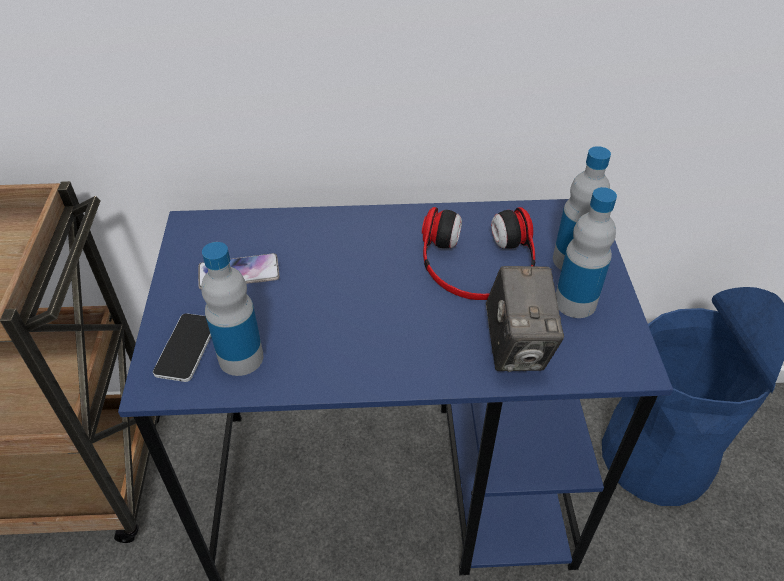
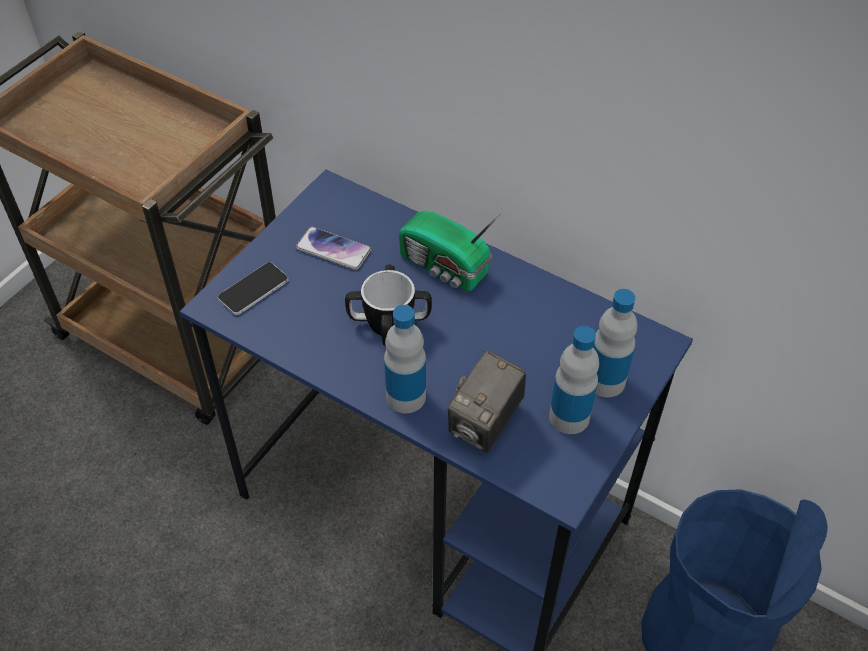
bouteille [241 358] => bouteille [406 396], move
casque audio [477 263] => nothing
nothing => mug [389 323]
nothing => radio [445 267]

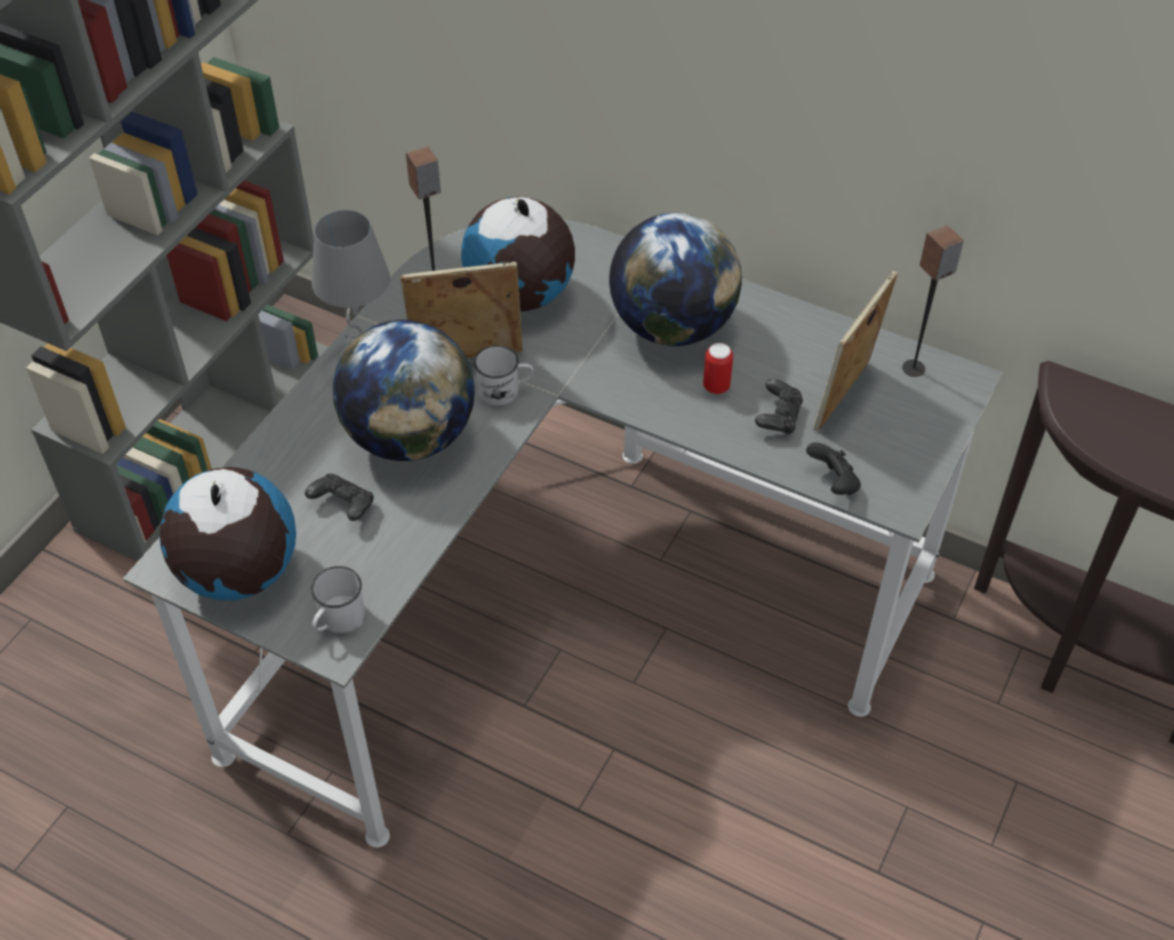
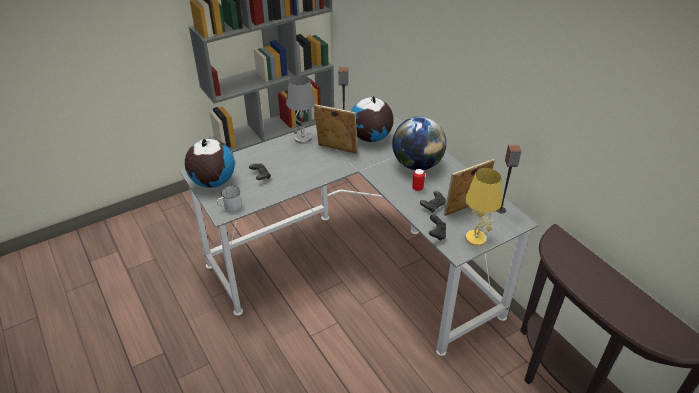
globe [410 436] => nothing
mug/blanc [505 391] => nothing
nothing => lampe de table/jaune [476 238]

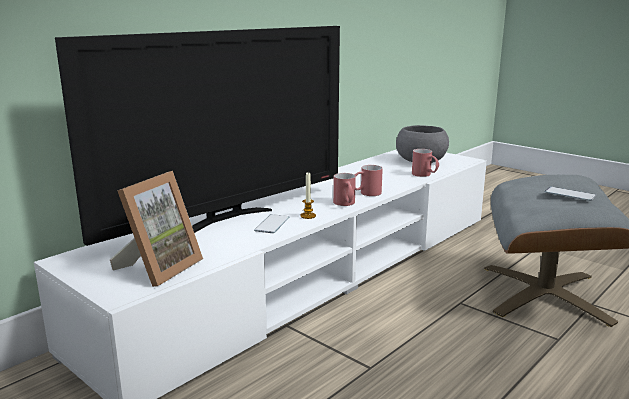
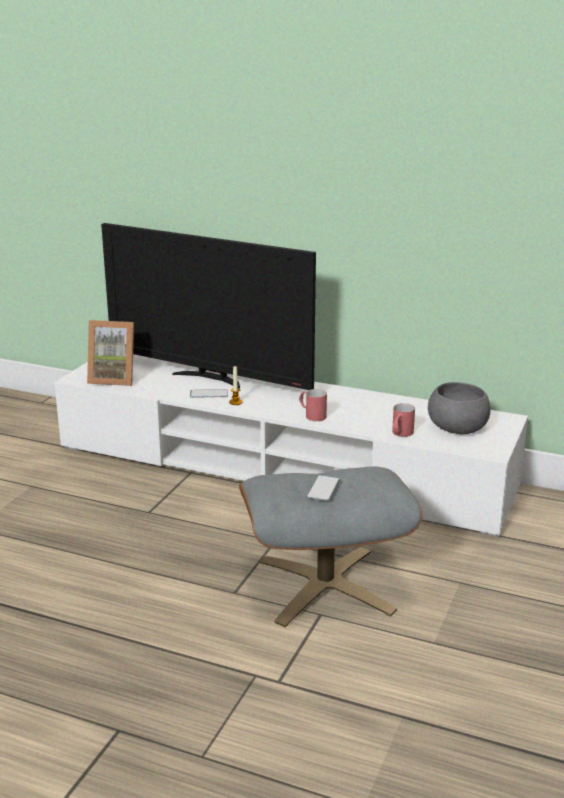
mug/rouge [345 204] => nothing

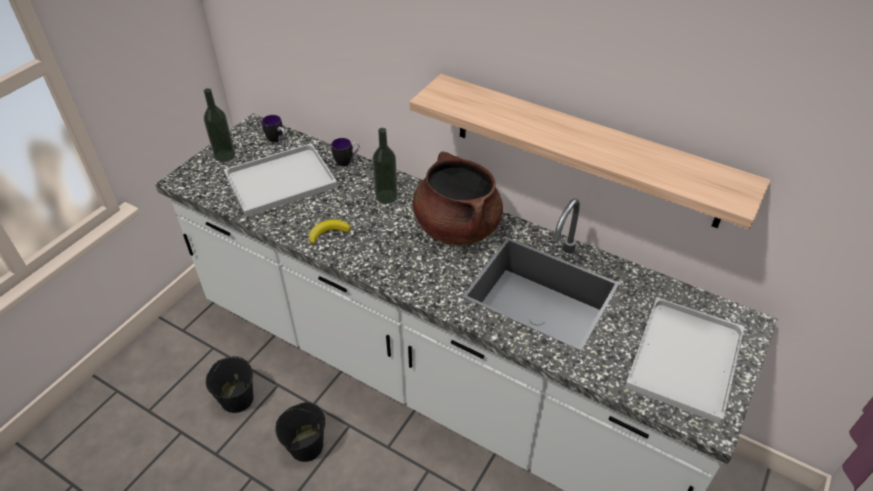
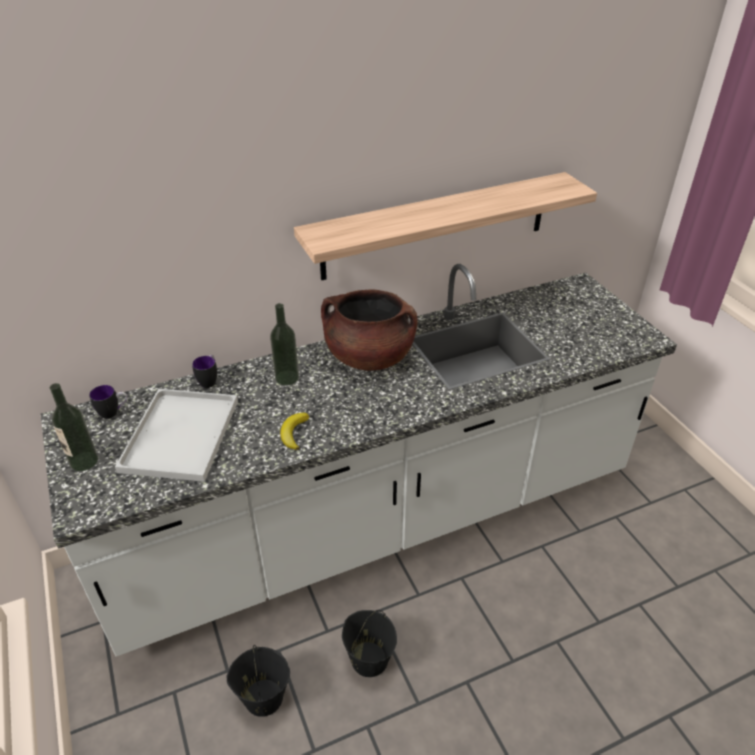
plateau/blanc [684 356] => nothing

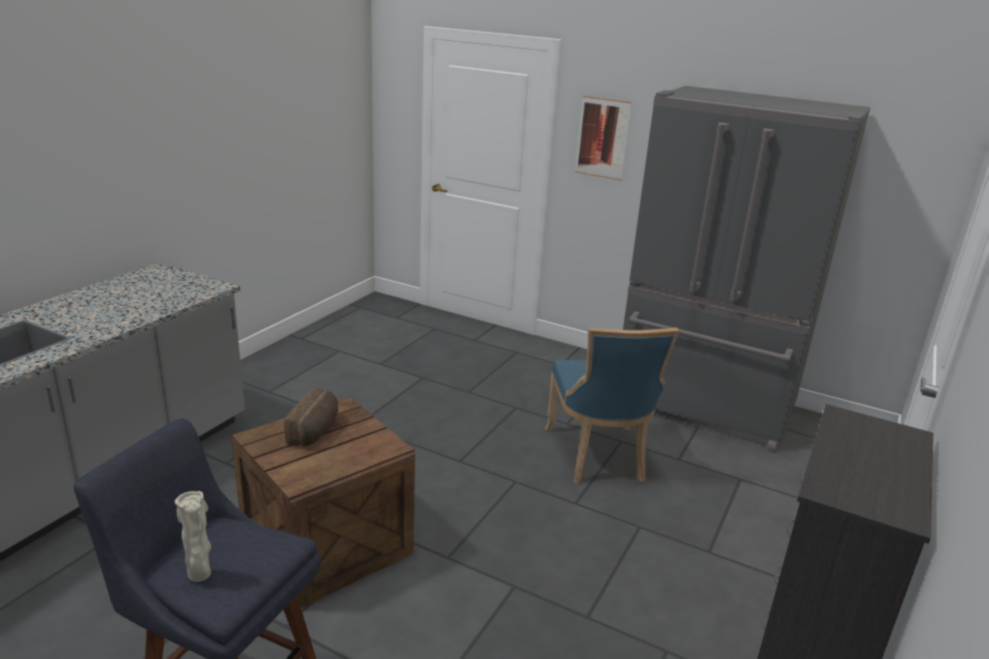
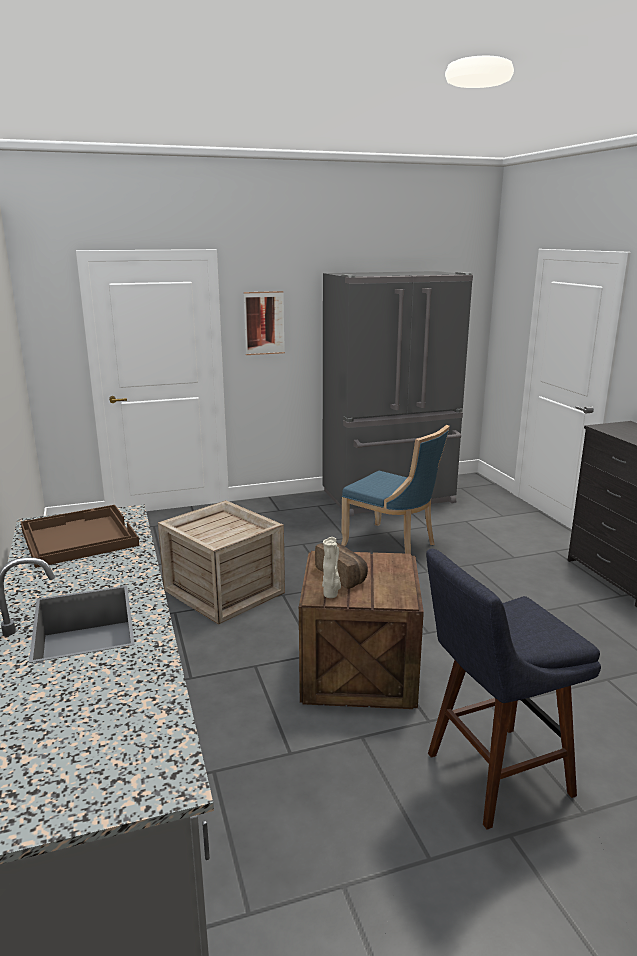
vase/beige [200 575] => vase/beige [331 595], move
nothing => plateau/marron [77 537]
nothing => caisse [223 590]

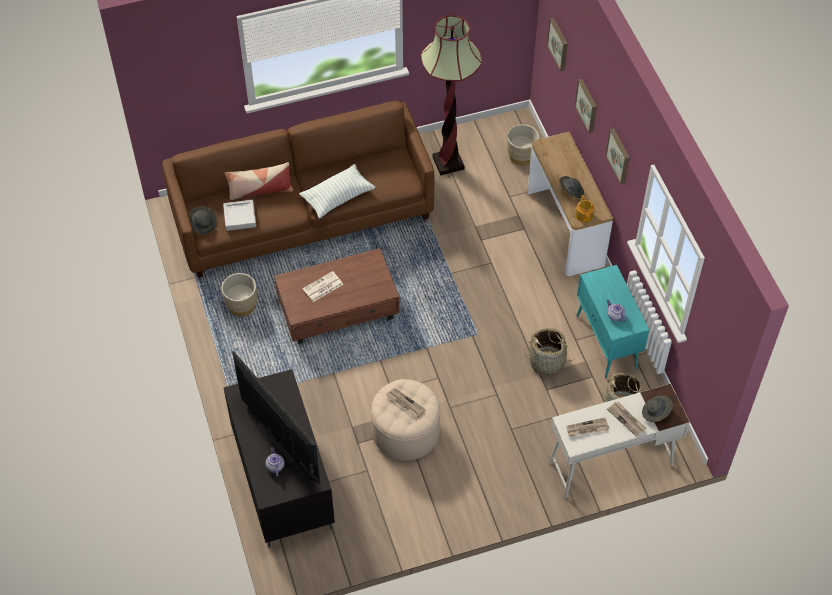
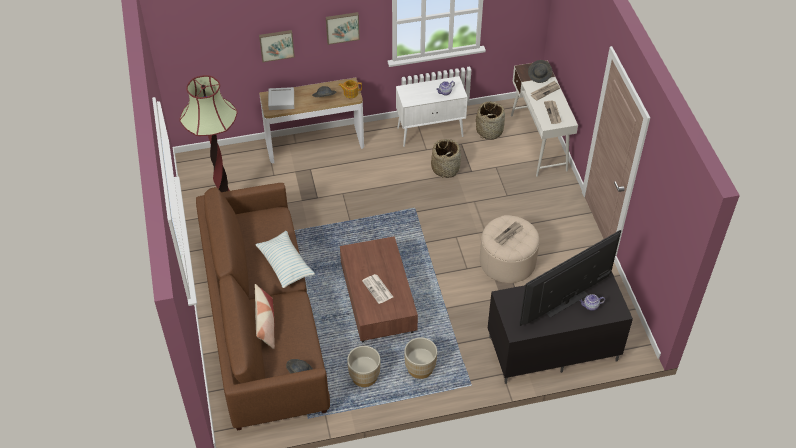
plateau/gris [240 217] => plateau/gris [281 101], move
cache-pot/beige [521 156] => cache-pot/beige [420 368], move
tableau [559 44] => nothing
meuble de rangement/turquoise [607 343] => meuble de rangement/blanc [430 132]

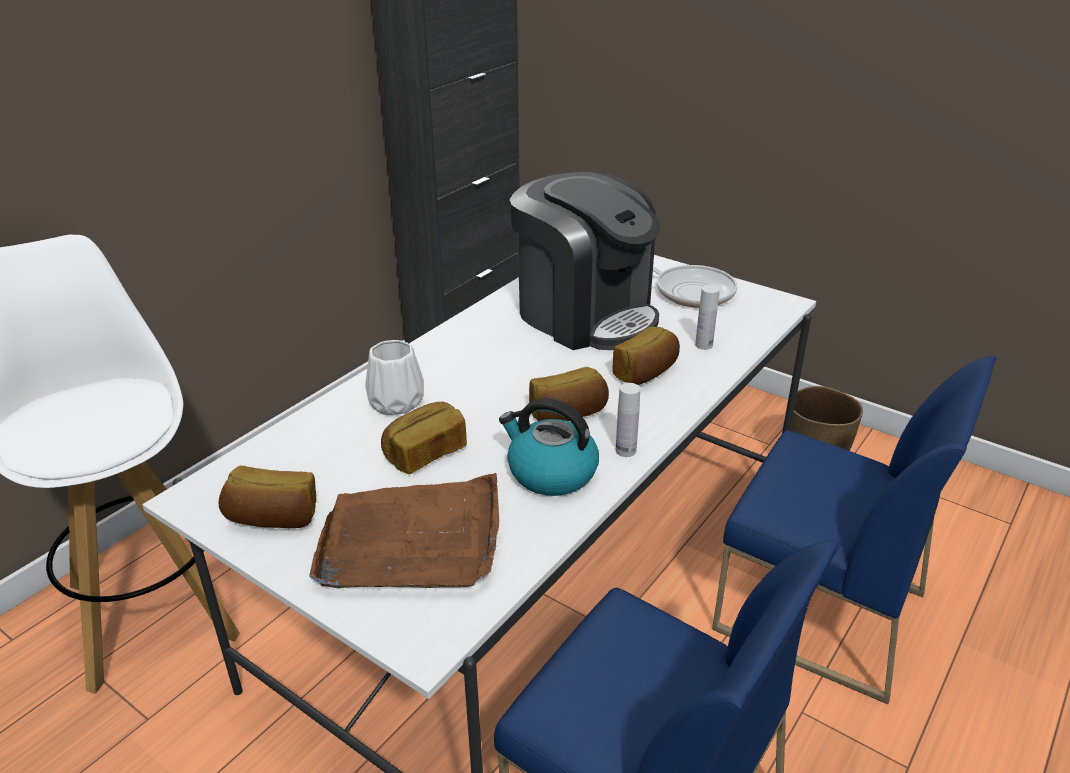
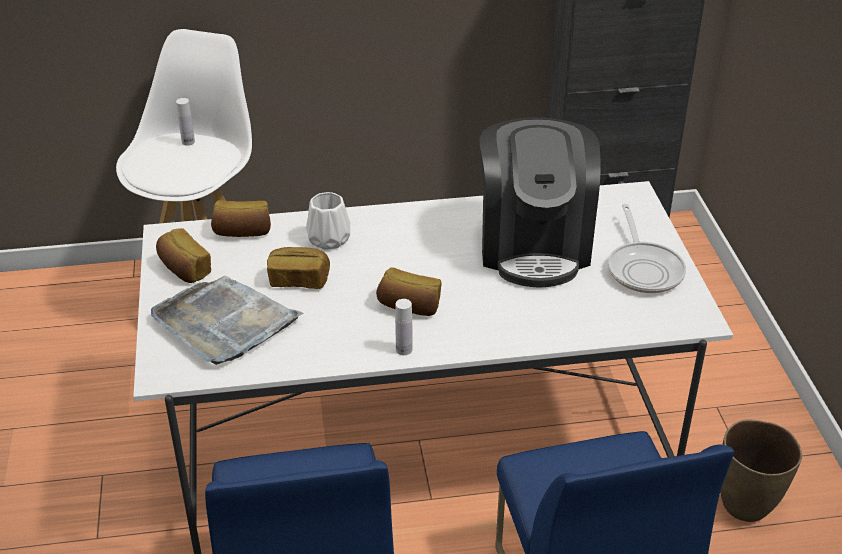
plateau/marron [412 540] => plateau/gris [225 323]
bouilloire [550 473] => nothing
pain [646 372] => pain [242 232], move
bouteille/blanc [704 345] => bouteille/blanc [188 142], move

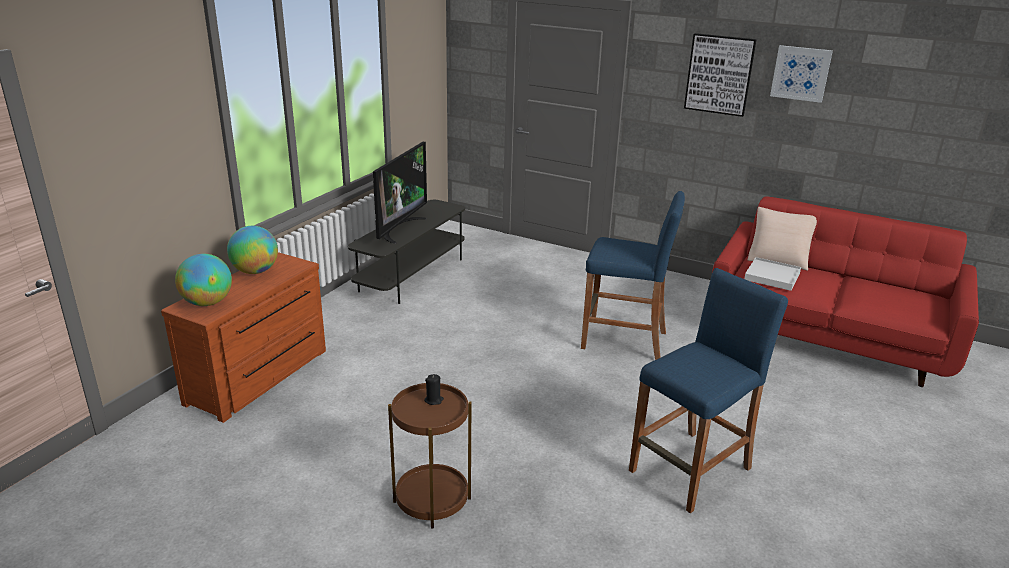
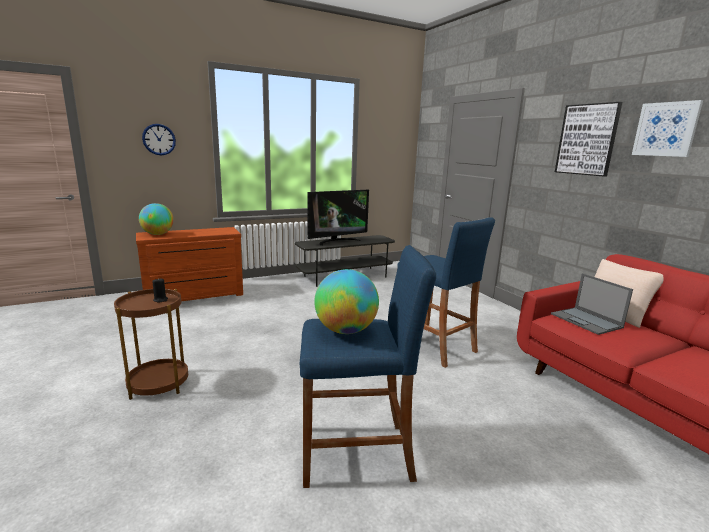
globe [255 271] => globe [345 330], move
plateau/blanc [772 276] => ordinateur portable [587 321]
nothing => horloge murale [159 139]

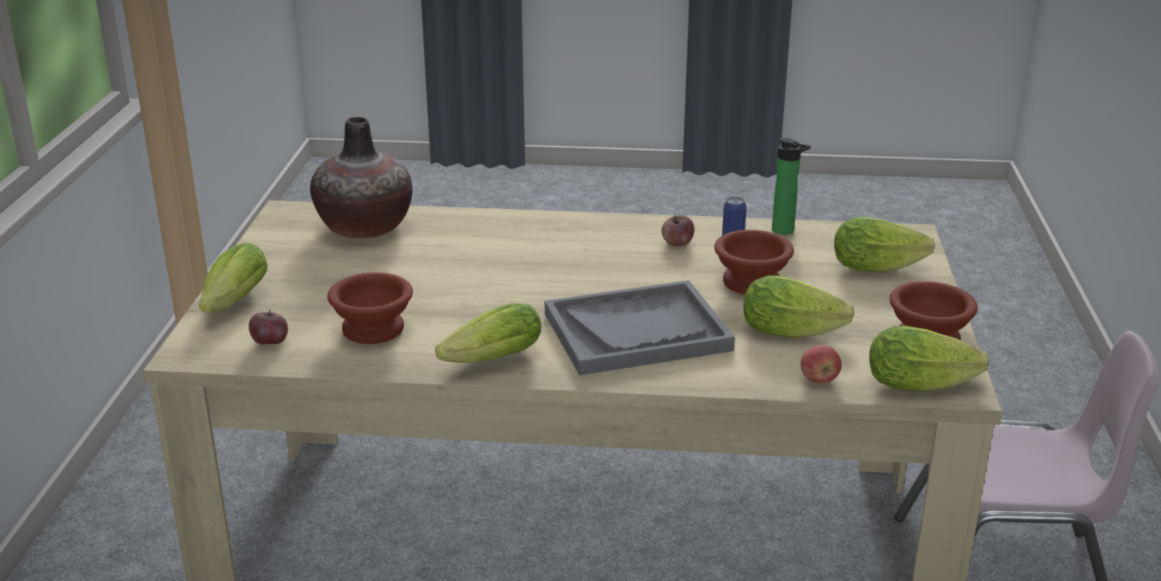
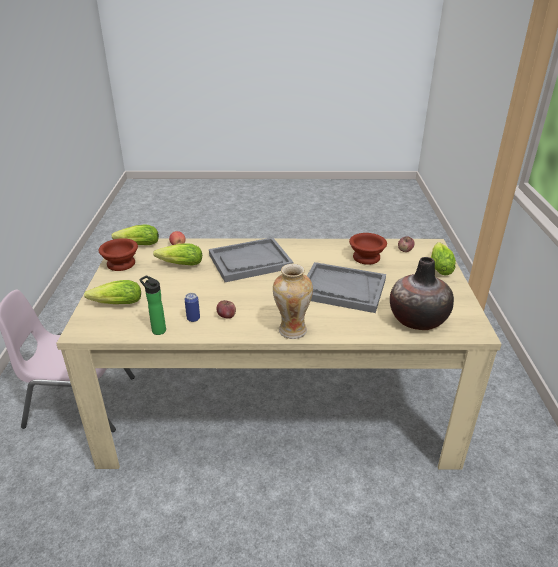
laitue [488 361] => nothing
bol/marron [749 282] => nothing
nothing => vase [291 331]
nothing => plateau/gris [342 289]

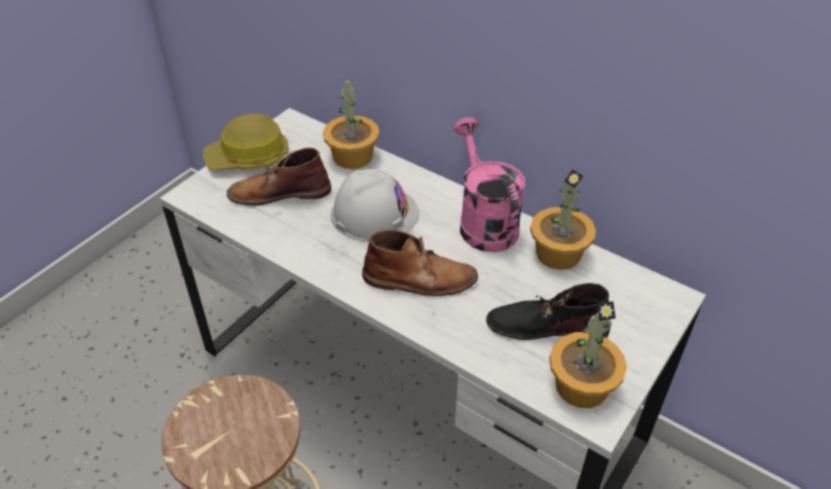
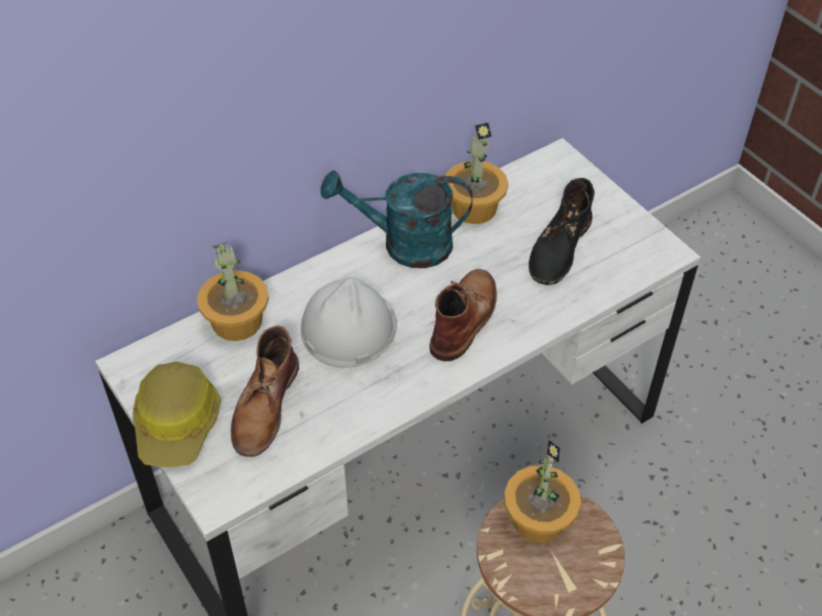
arrosoir/rose [483 221] => arrosoir/turquoise [404 245]
plante en pot [581 385] => plante en pot [537 518], move

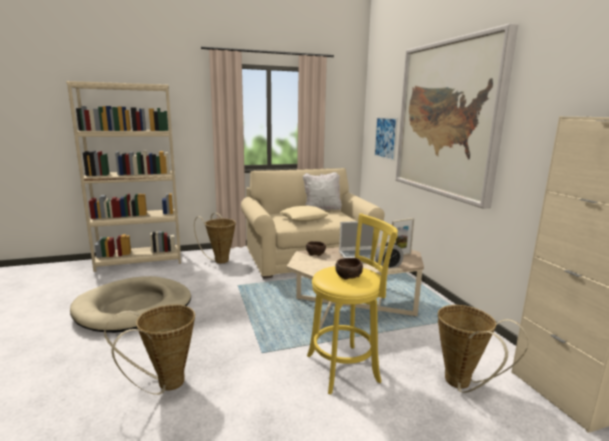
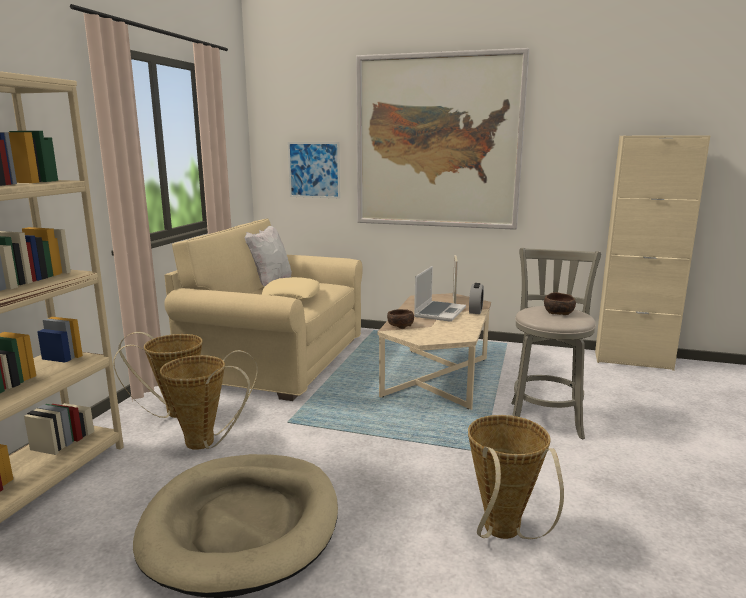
tabouret/jaune [346 367] => tabouret/gris [545 417]
panier [462 385] => panier [207 443], move

